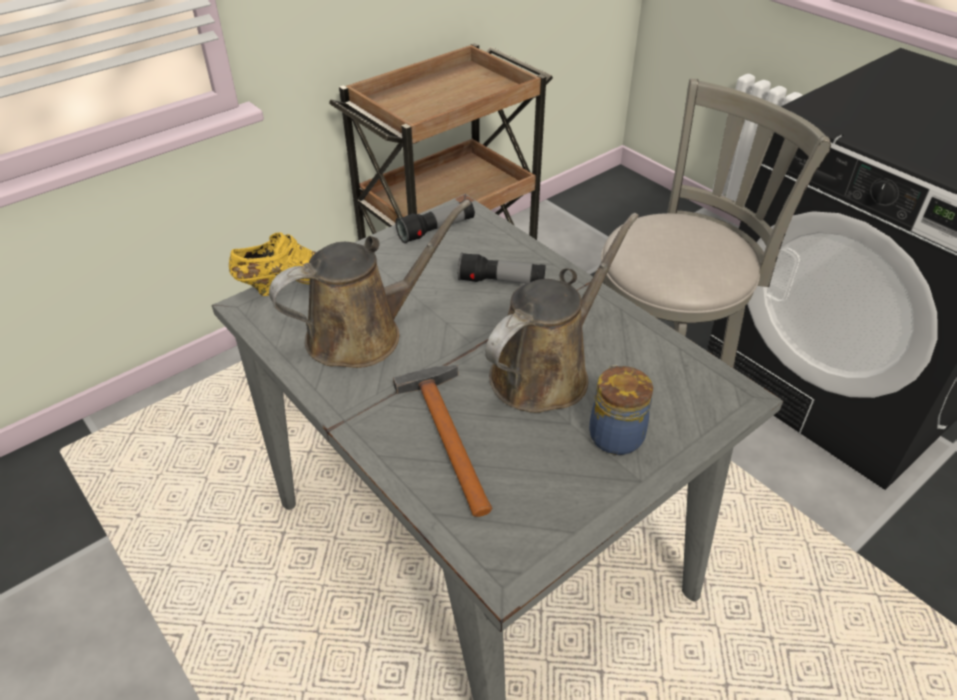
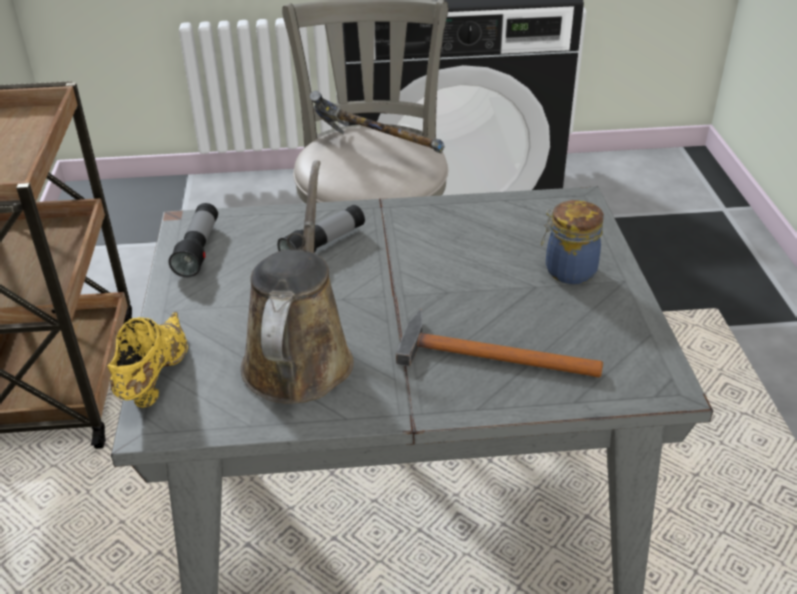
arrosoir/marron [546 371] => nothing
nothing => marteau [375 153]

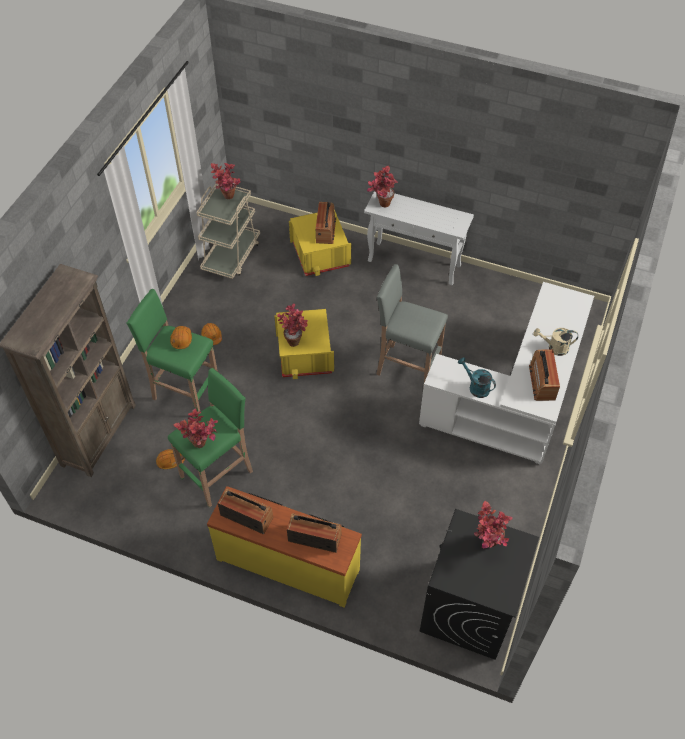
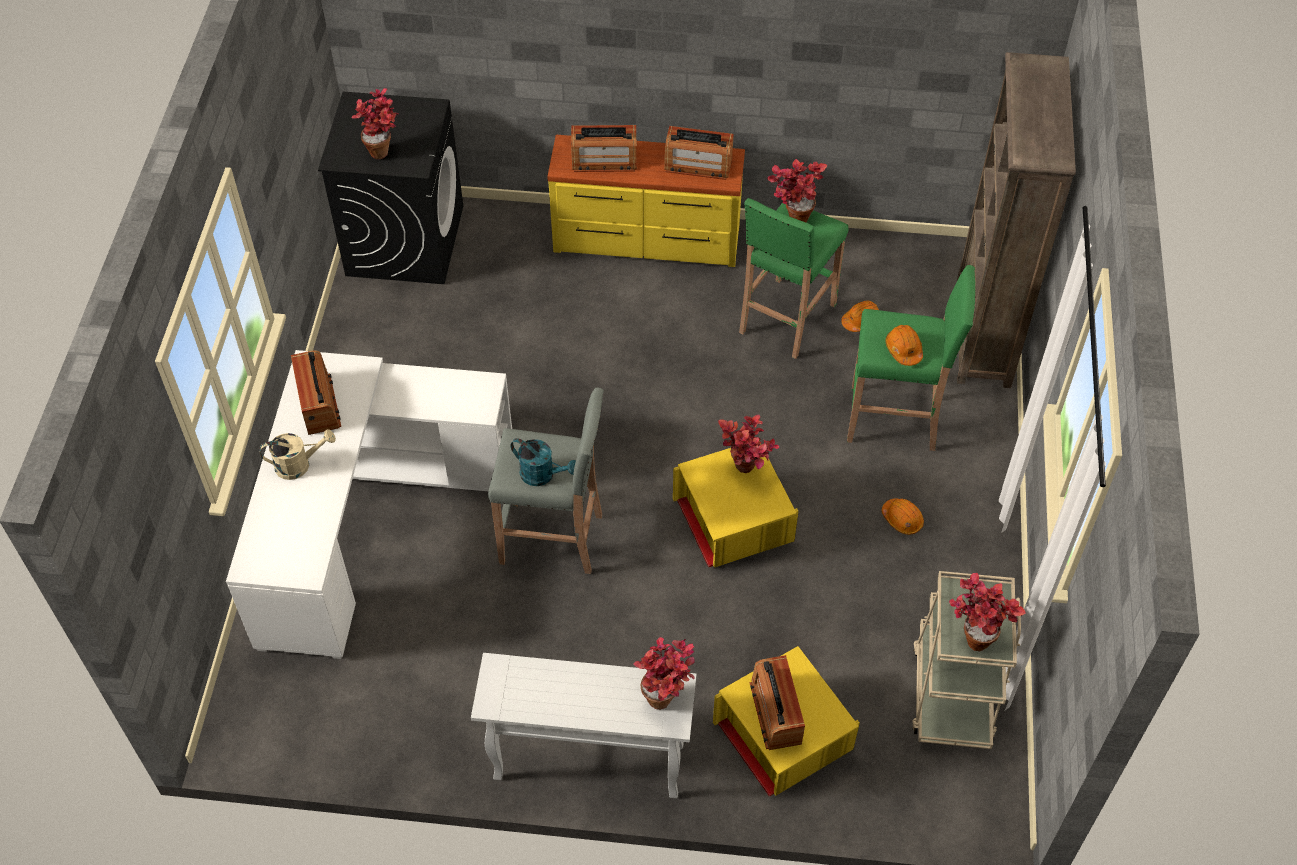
arrosoir/turquoise [476 387] => arrosoir/turquoise [543 475], move

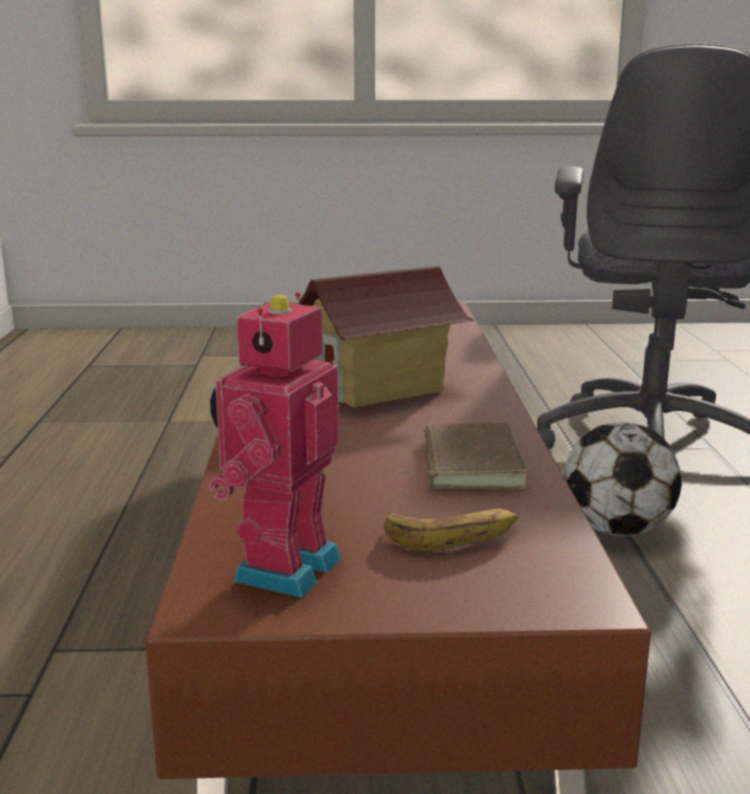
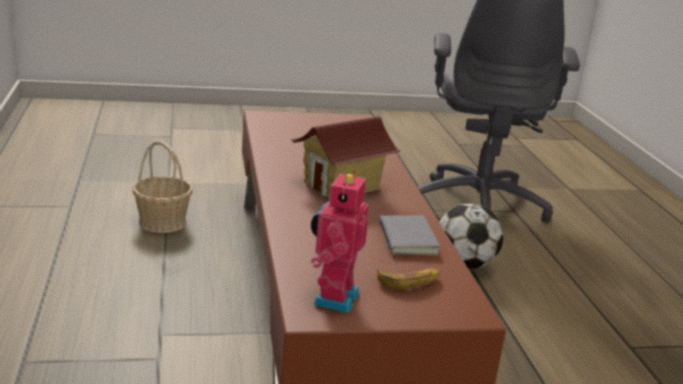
livre/marron [466 463] => livre/gris [405 239]
nothing => panier [162 222]

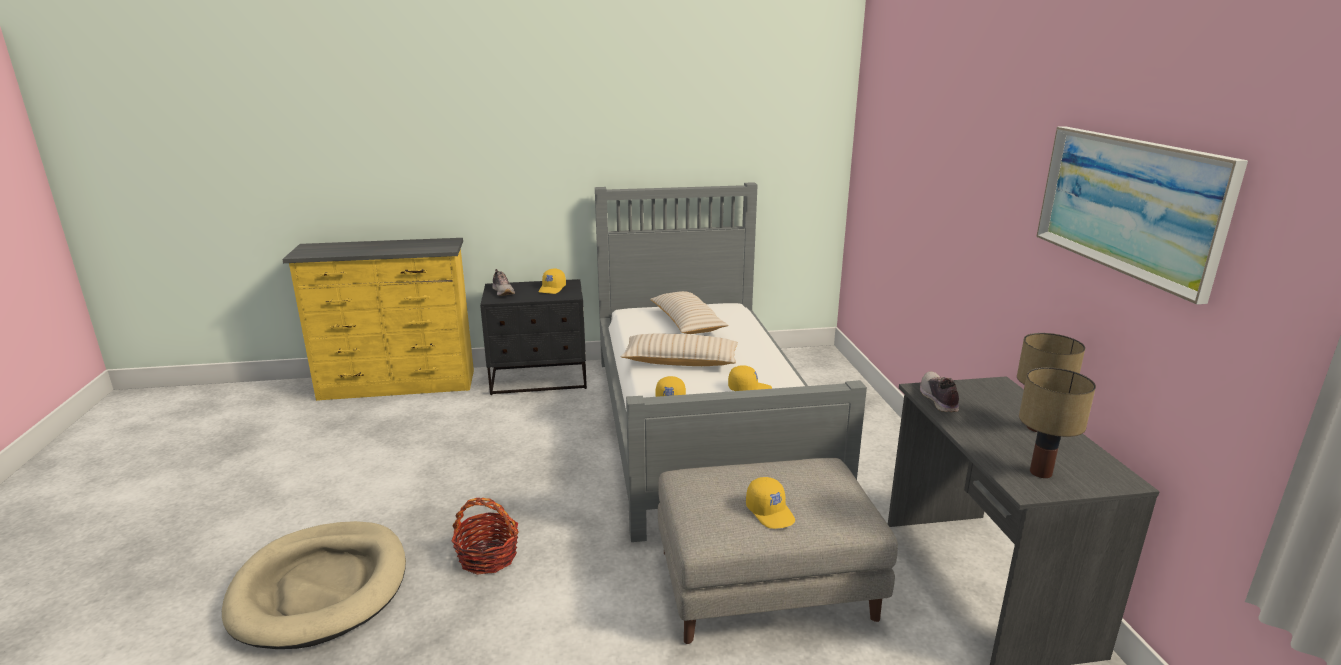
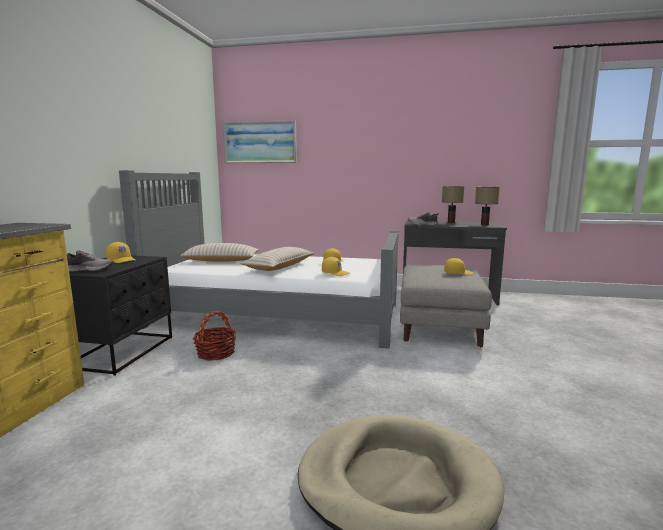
panier [488 557] => panier [216 353], move
tableau [1128 205] => tableau [260 142], move

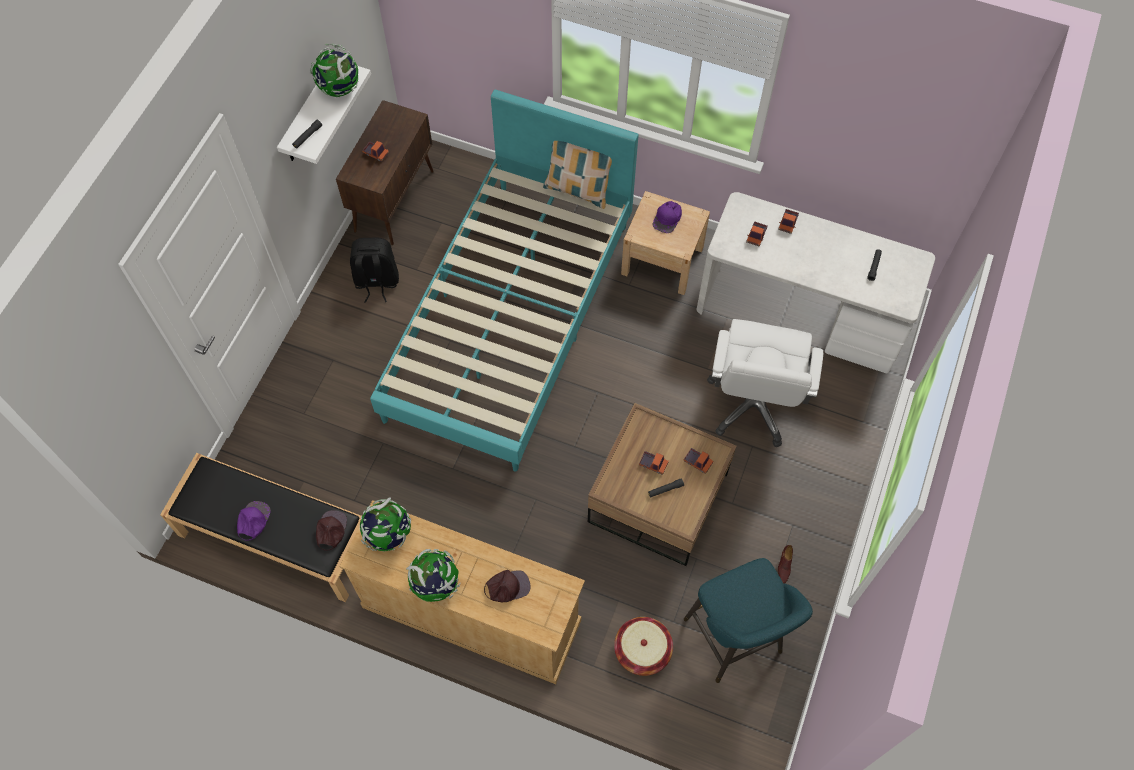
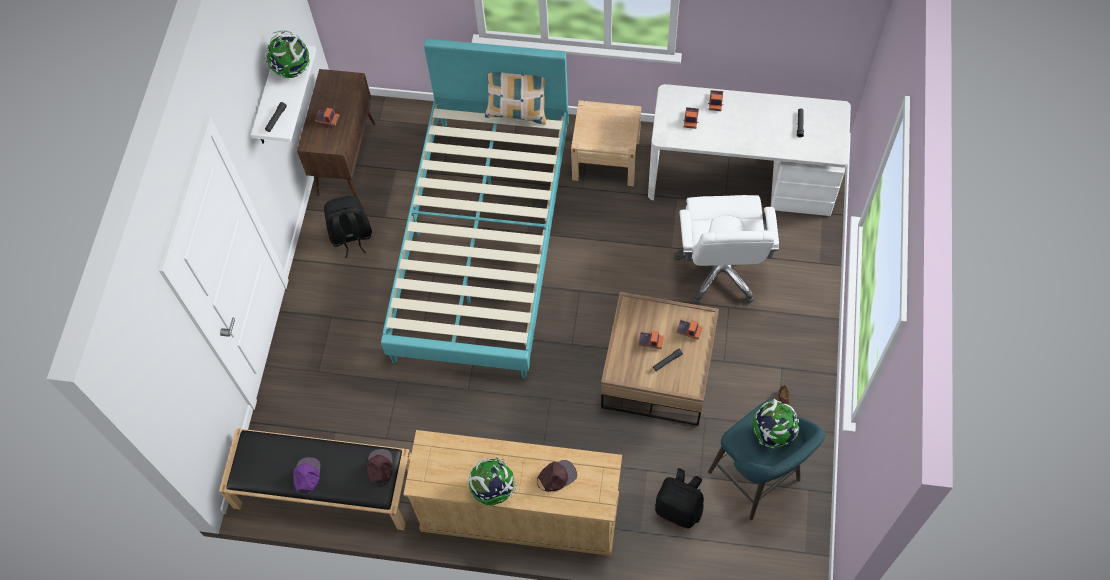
globe [388 535] => globe [772 433], move
panier [642 650] => sac à dos/noir [679 508]
casquette/violet [667 218] => nothing

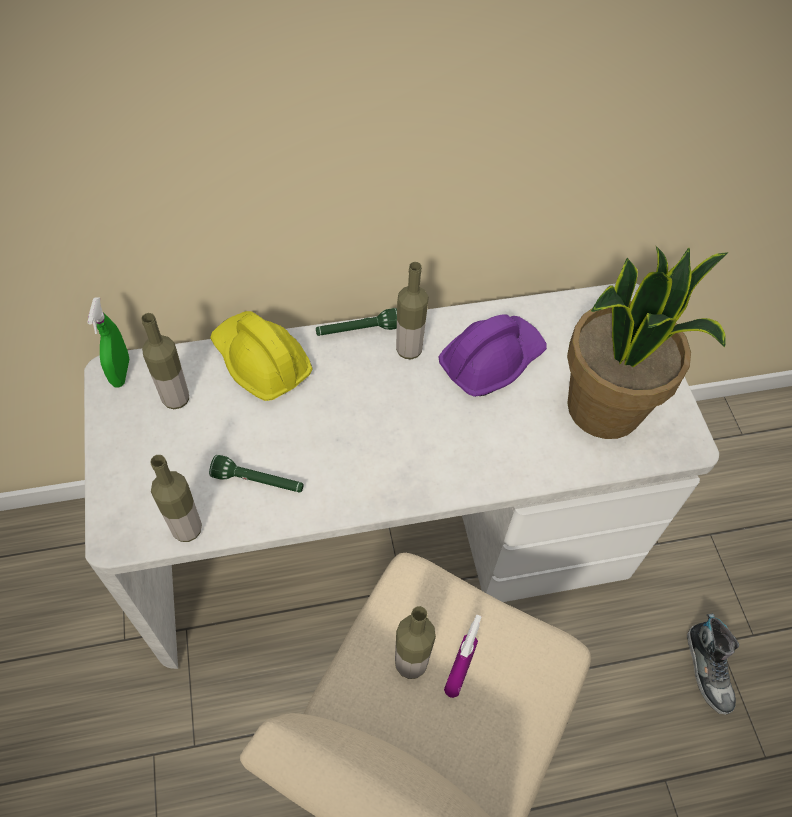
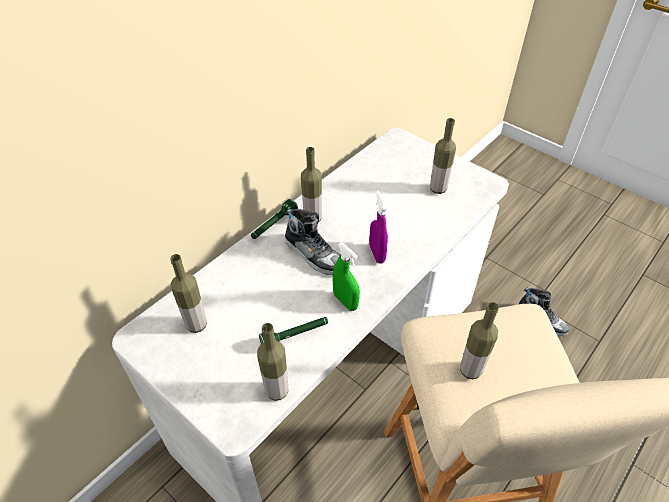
vaporisateur/vert [121 372] => vaporisateur/vert [345 301], move
casque de chantier/jaune [261 362] => nothing
casque de chantier/violet [491 361] => nothing
vaporisateur/violet [457 674] => vaporisateur/violet [377 254], move
plante en pot [605 409] => bouteille [438 189]
nothing => chaussure [314 254]

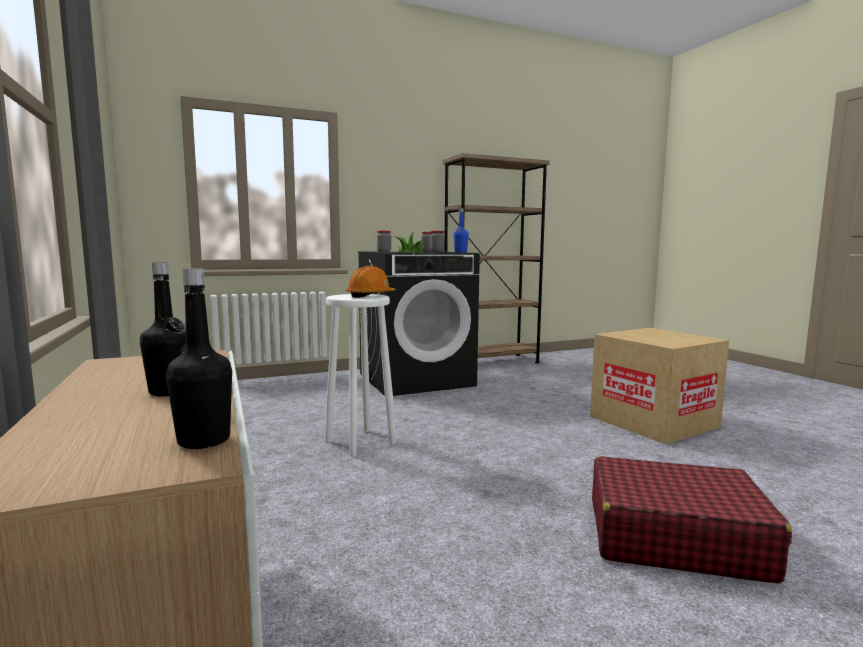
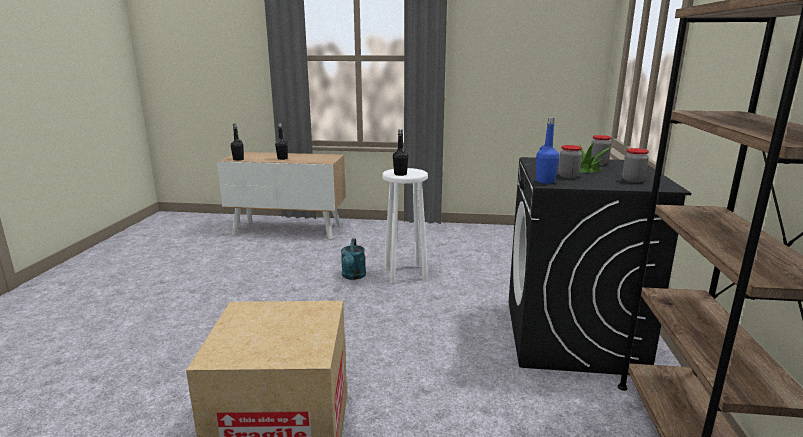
casque de chantier/orange [370 296] => bouteille/noir [400 174]
valise/rouge [673 537] => nothing
nothing => arrosoir/turquoise [353 276]

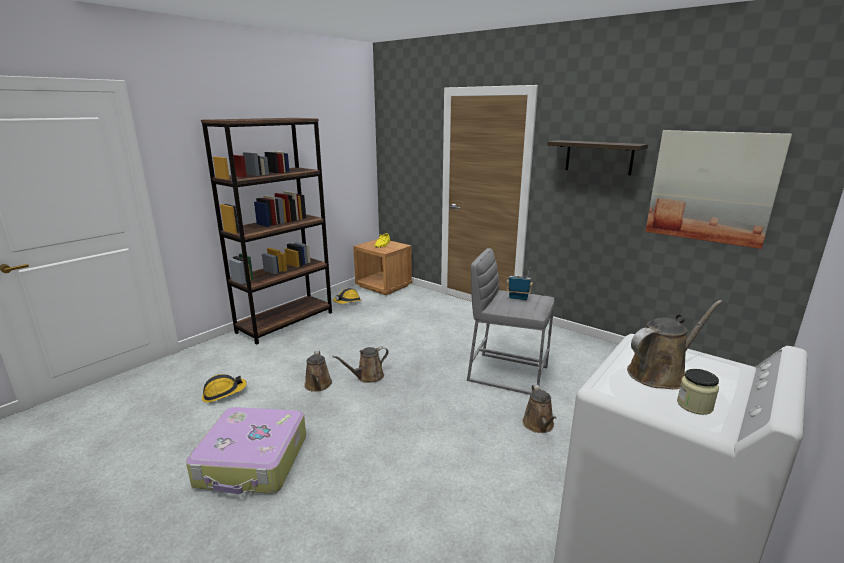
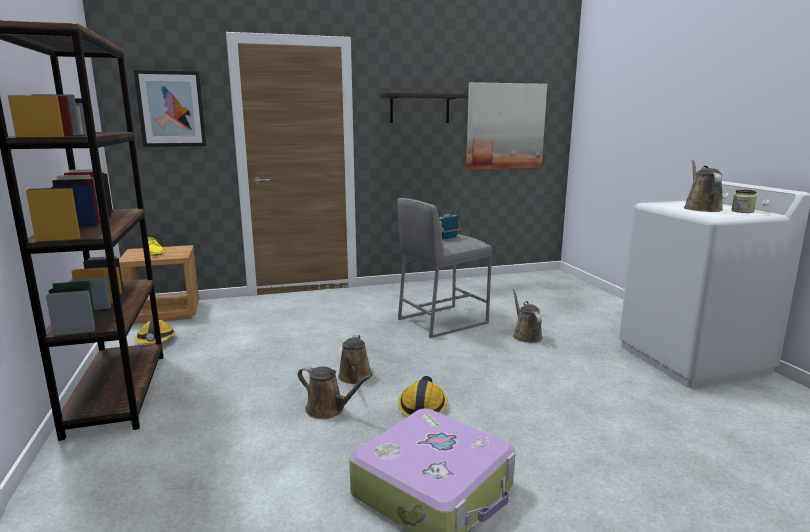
casque de chantier [224 393] => casque de chantier [422 406], move
arrosoir/marron [539 425] => arrosoir/marron [526 335], 135 degrees counterclockwise
nothing => tableau [171 109]

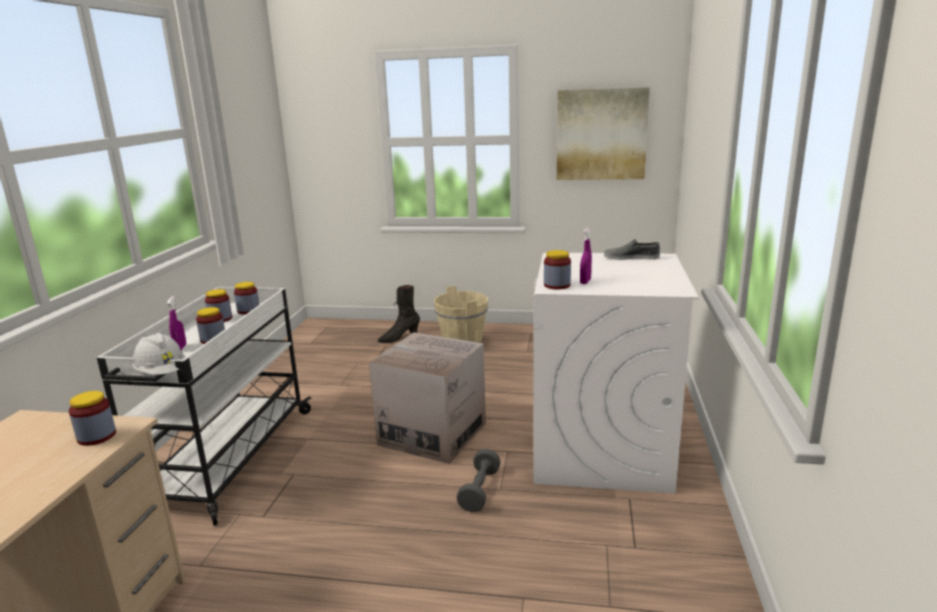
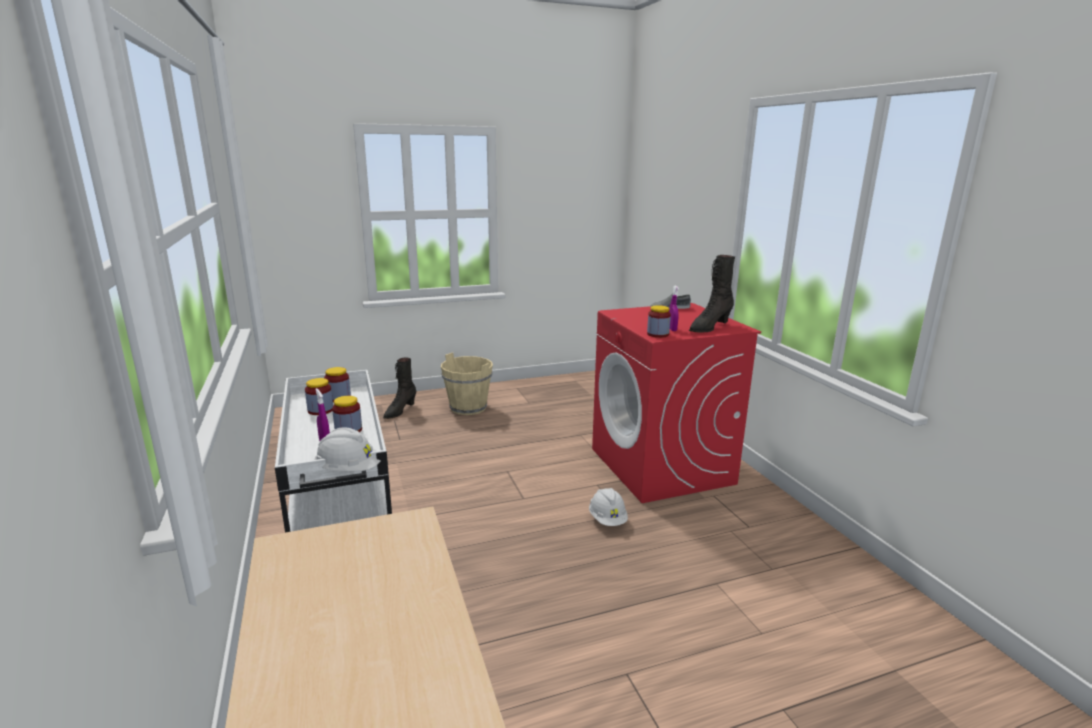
bocal [97 436] => nothing
carton [432 434] => nothing
haltère/gris [479 490] => casque de chantier/blanc [607 519]
lave-linge/blanc [602 449] => lave-linge/rouge [662 466]
tableau [601 134] => nothing
nothing => botte/noir [709 328]

